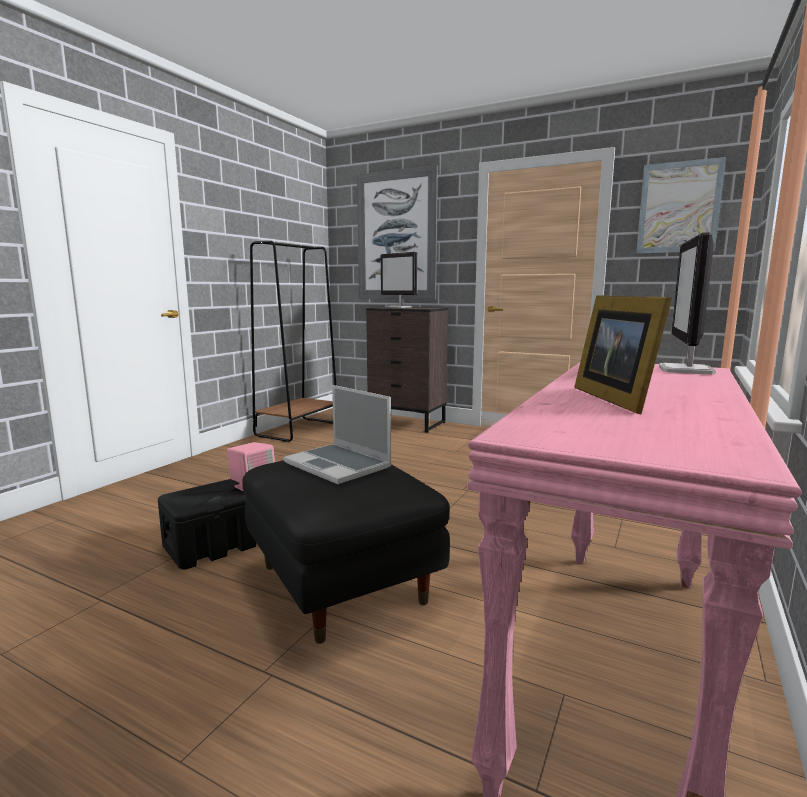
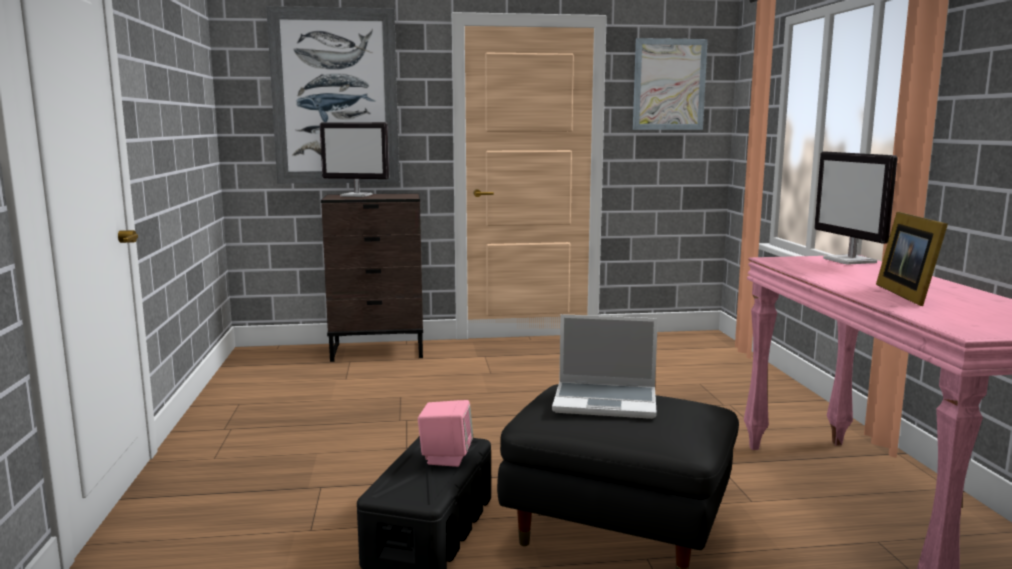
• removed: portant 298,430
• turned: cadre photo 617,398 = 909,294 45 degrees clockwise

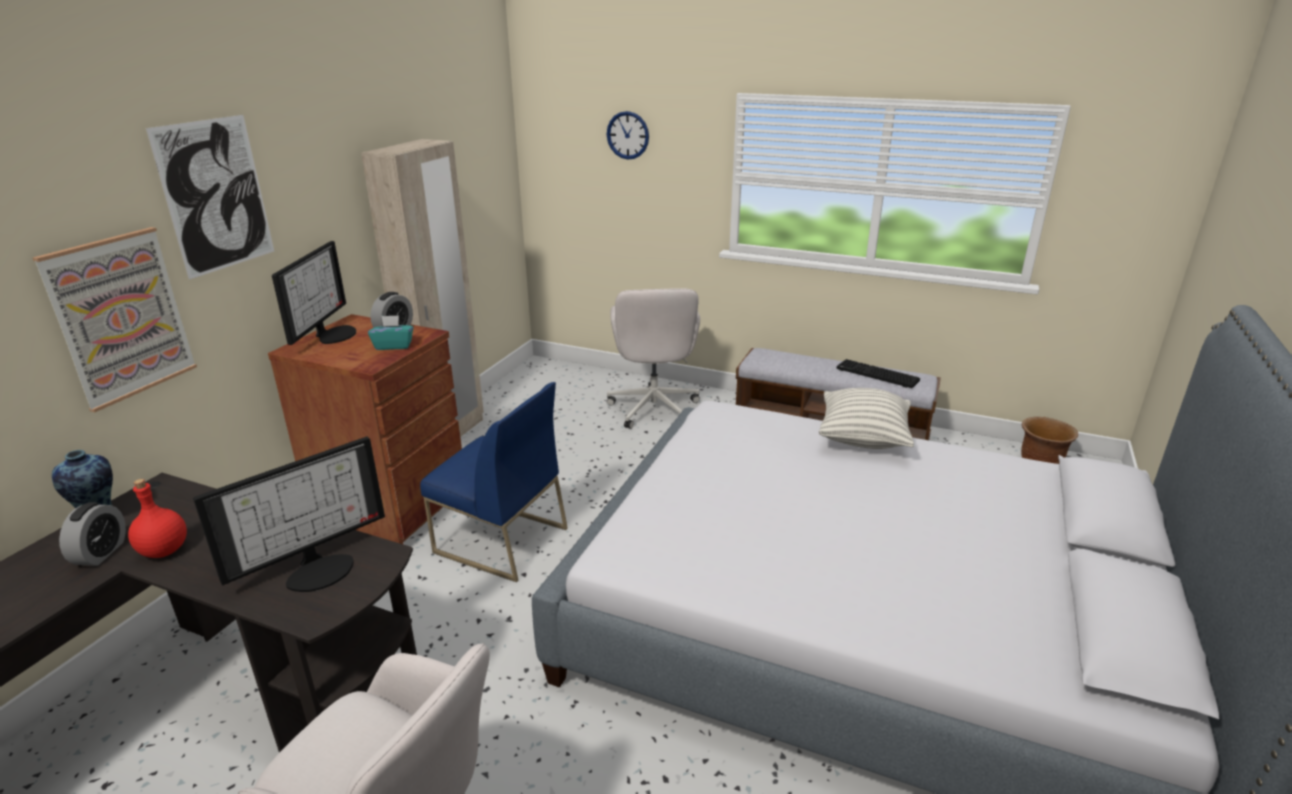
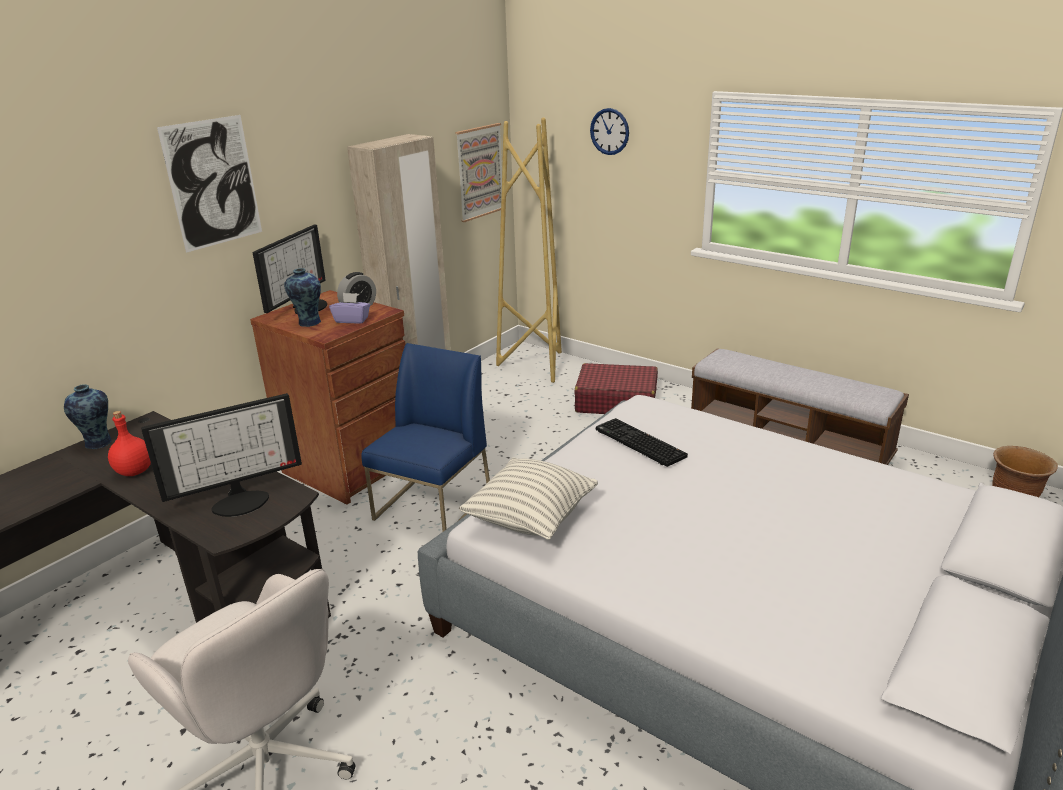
• moved: tableau 121,317 to 479,172
• removed: réveil 101,553
• recoloured: boîte à mouchoirs [turquoise] 393,346 to boîte à mouchoirs [violet] 352,320
• turned: chaise [bleu] 500,540 = 433,505 105 degrees counterclockwise
• replaced: chaise de bureau [blanc] 653,409 to valise [rouge] 616,401
• moved: coussin 863,439 to 530,519
• moved: clavier 876,375 to 638,443
• added: vase 308,323
• added: portant [jaune] 537,367

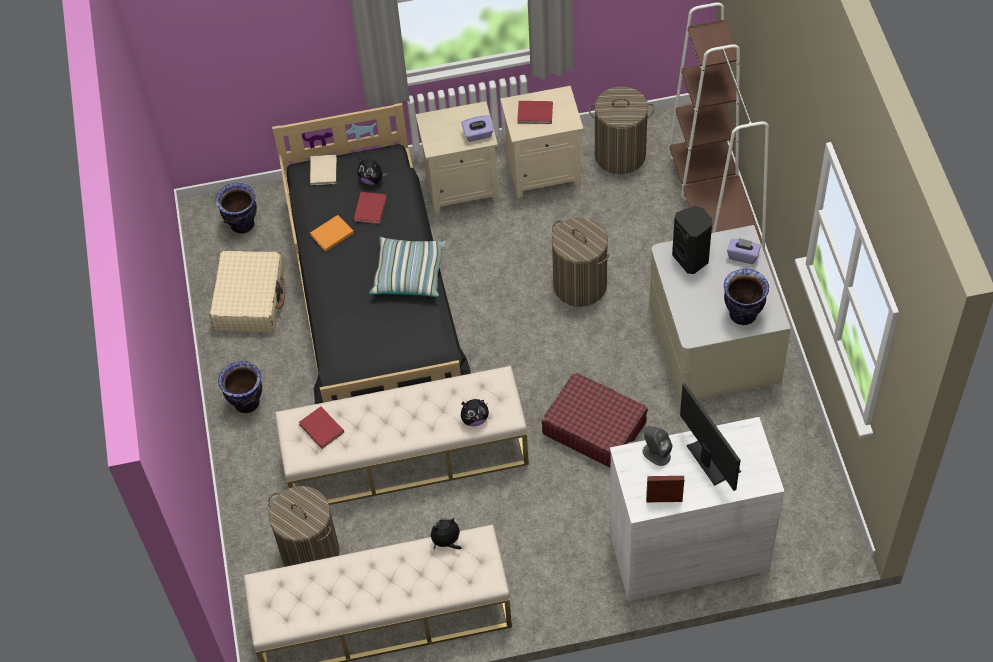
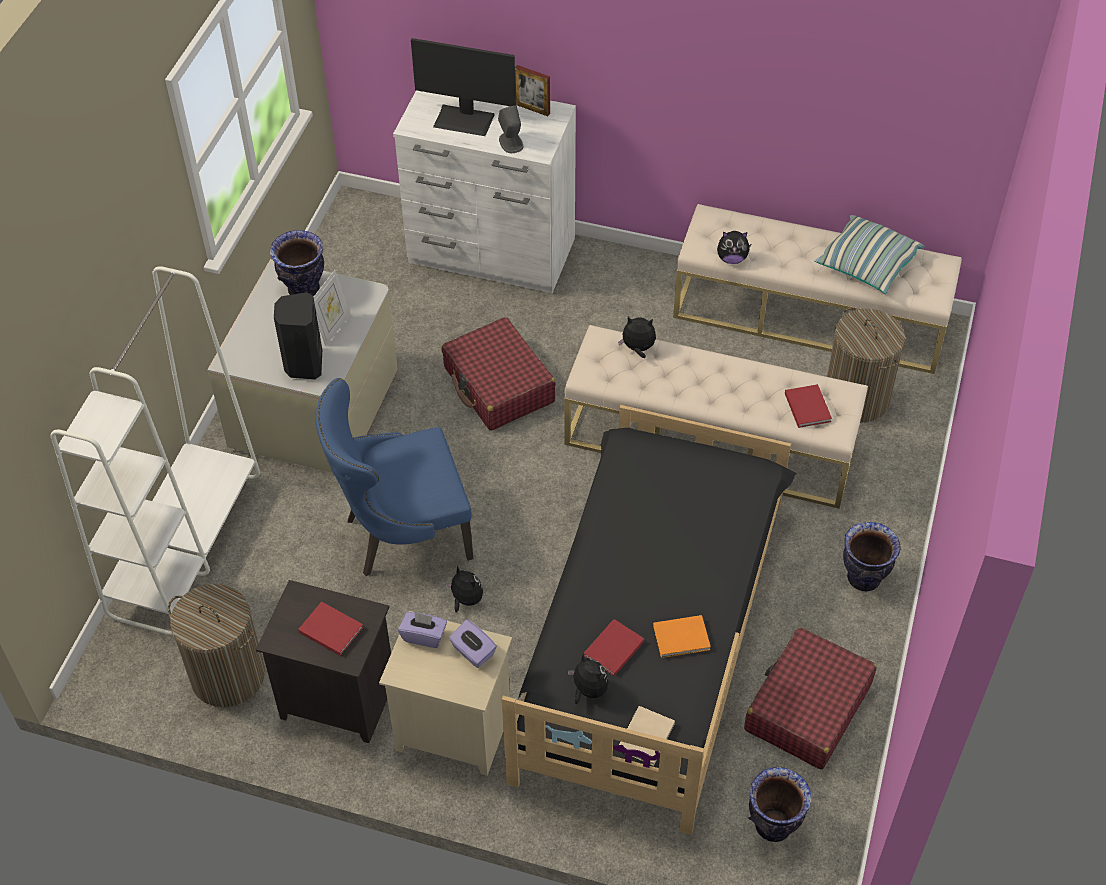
• recoloured: valise [beige] 250,299 to valise [rouge] 807,708
• moved: coussin 409,274 to 866,265
• recoloured: table de chevet [beige] 544,171 to table de chevet [noir] 336,700
• replaced: panier à linge 580,285 to chaise [bleu] 402,534
• recoloured: portant [marron] 714,212 to portant [blanc] 186,546
• turned: écran d'ordinateur 712,459 = 464,120 75 degrees counterclockwise
• moved: boîte à mouchoirs [violet] 743,256 to 473,652
• added: cadre photo 333,328
• added: peluche 465,600

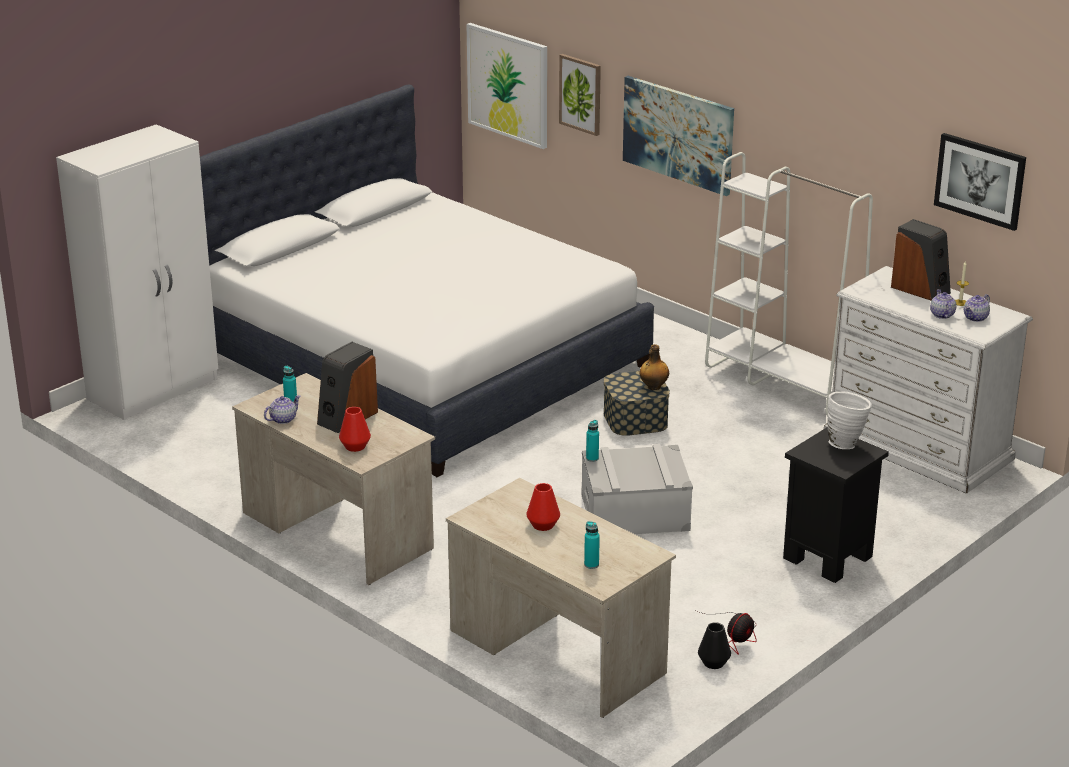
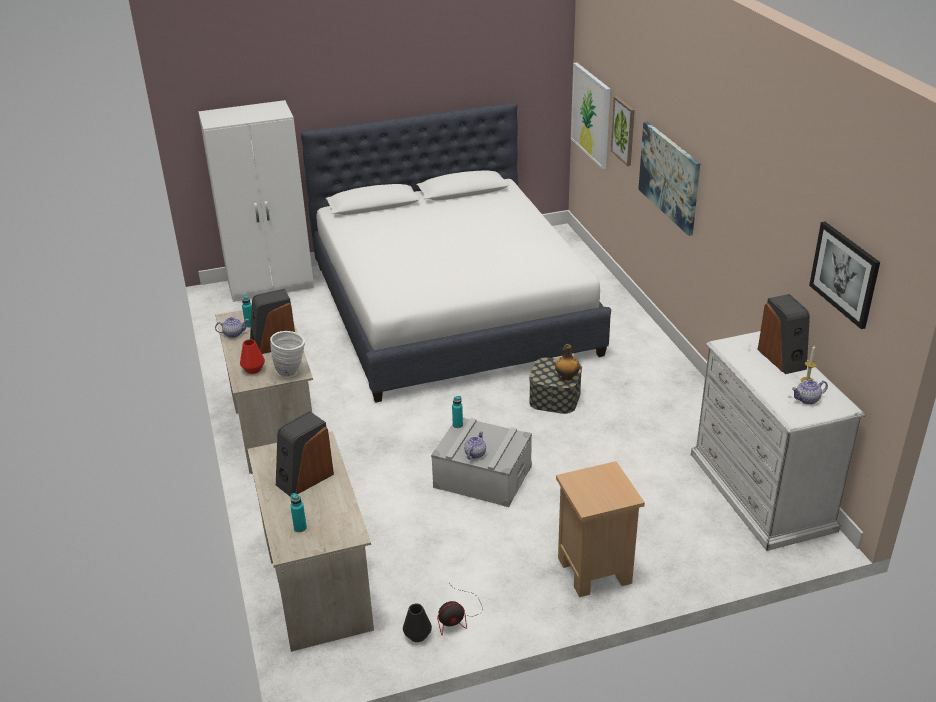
• replaced: vase [rouge] 543,525 to enceinte 304,478
• removed: portant [blanc] 782,384
• recoloured: table de chevet [noir] 826,557 to table de chevet [beige] 593,570
• moved: vase [blanc] 846,443 to 292,372
• moved: théière 941,314 to 475,454

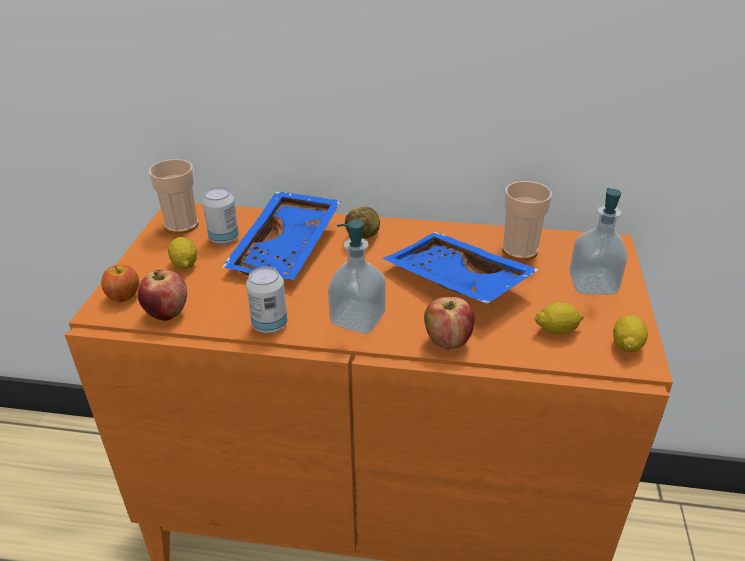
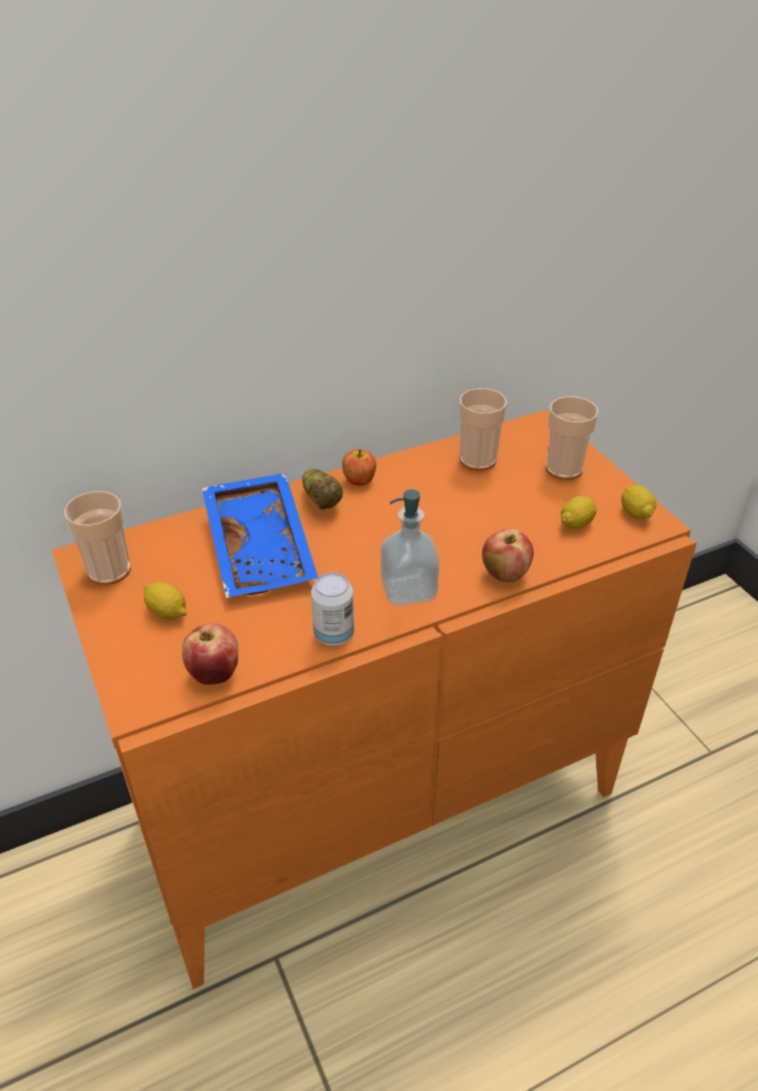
• moved: pomme 124,296 to 359,480
• removed: boîte métallique 224,239
• removed: plateau [bleu] 455,282
• replaced: distributeur de savon 592,284 to tasse 563,469

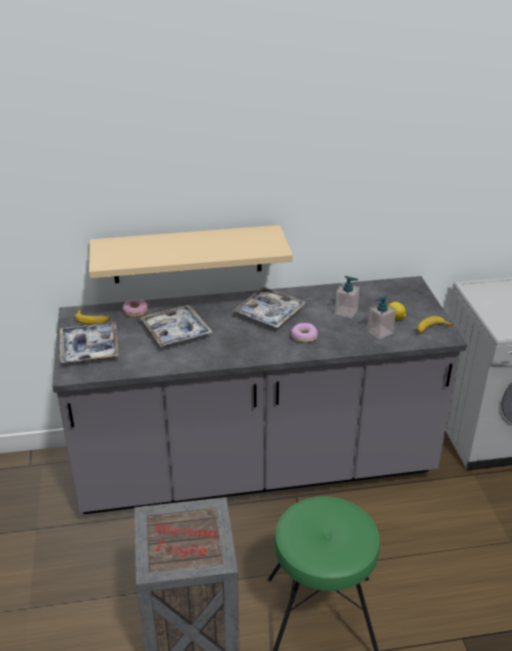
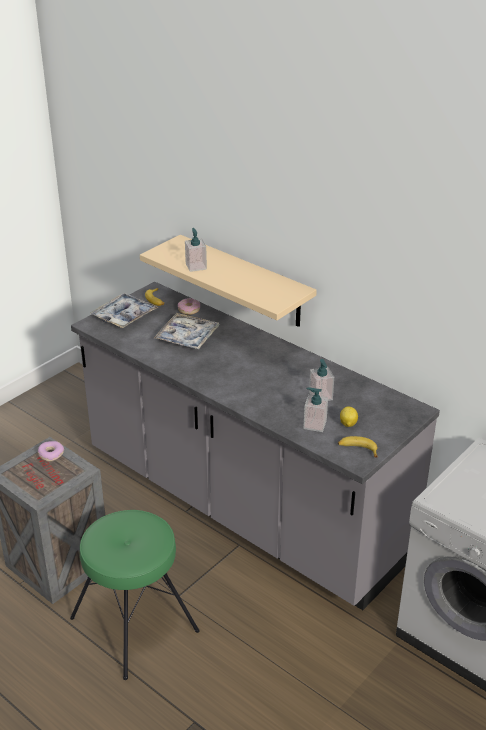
• removed: plateau 269,313
• moved: beignet 303,336 to 51,454
• added: distributeur de savon 196,266

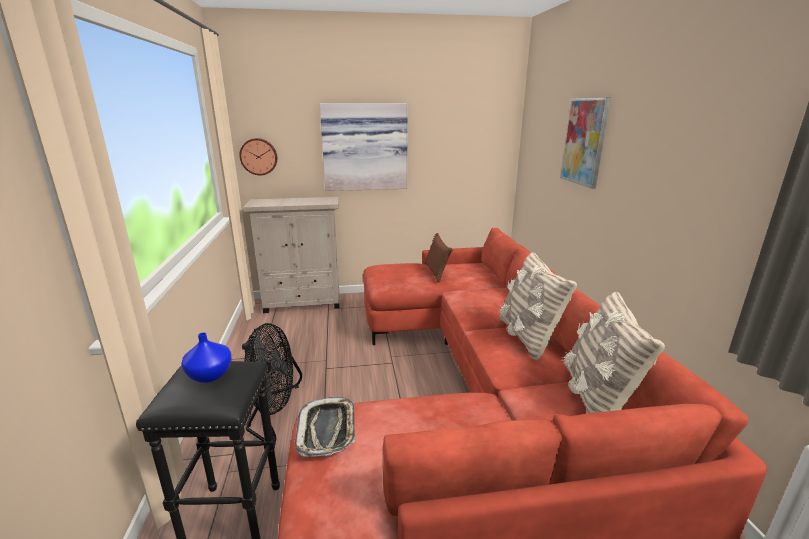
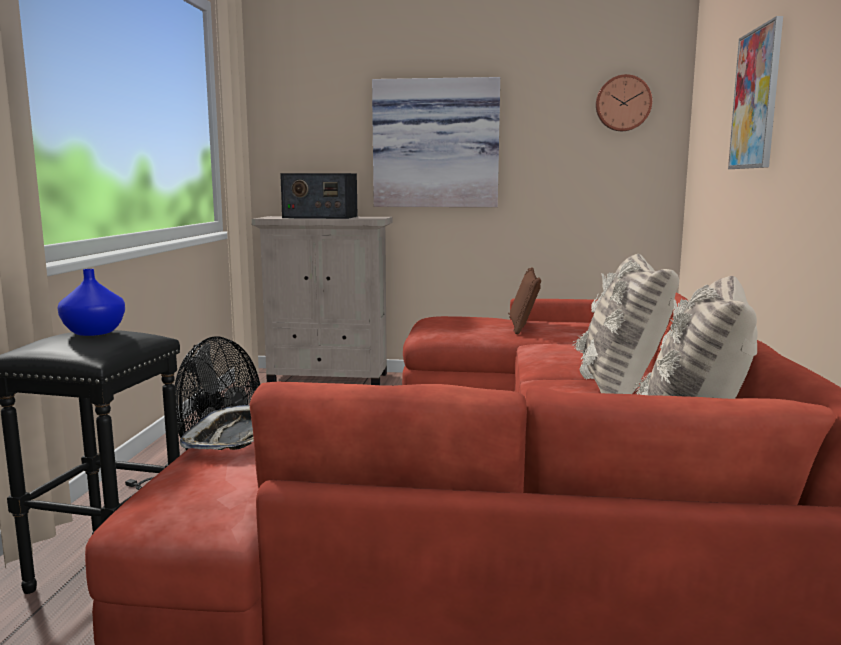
• moved: horloge murale 259,156 to 623,103
• added: radio 320,217

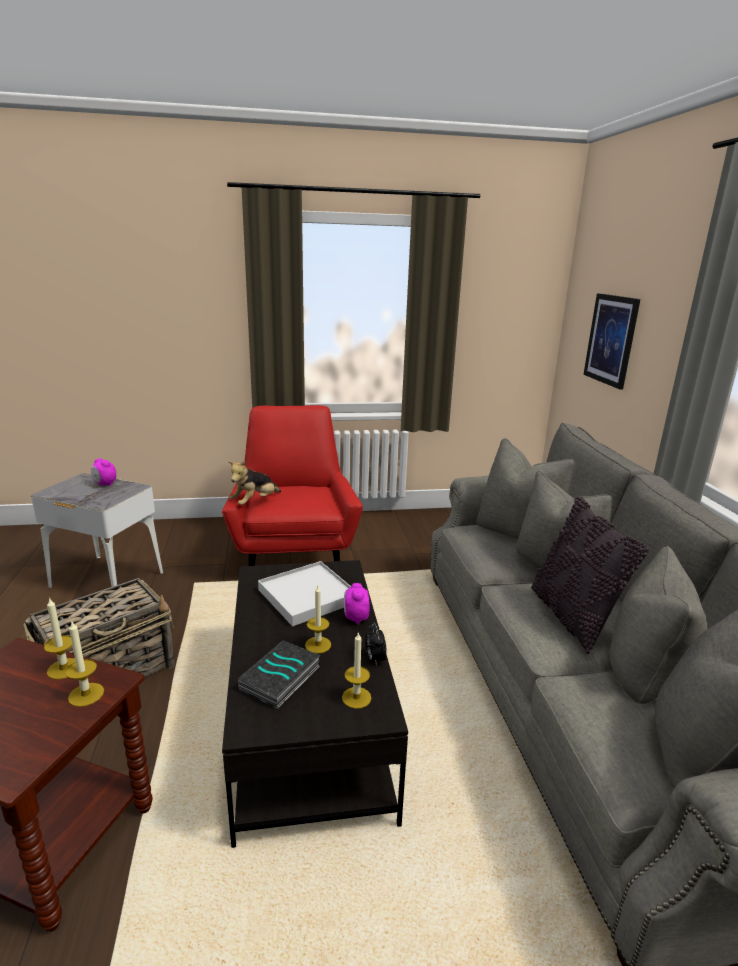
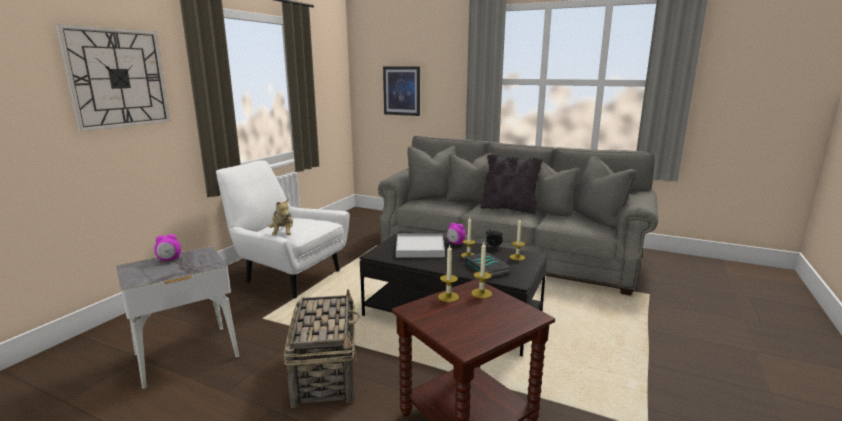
• recoloured: fauteuil [rouge] 294,554 to fauteuil [blanc] 287,276
• added: horloge murale 118,78

